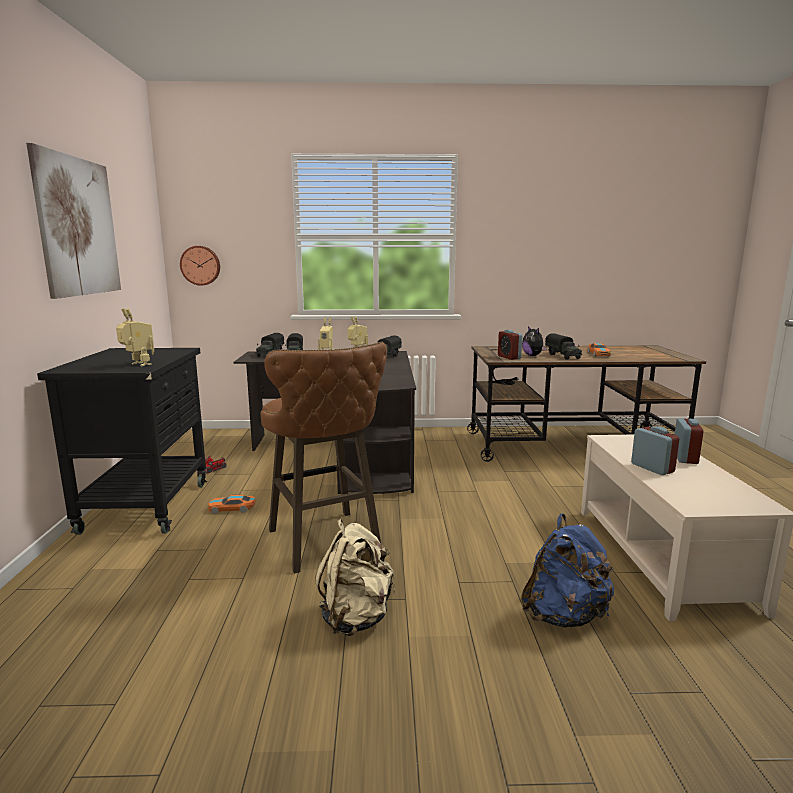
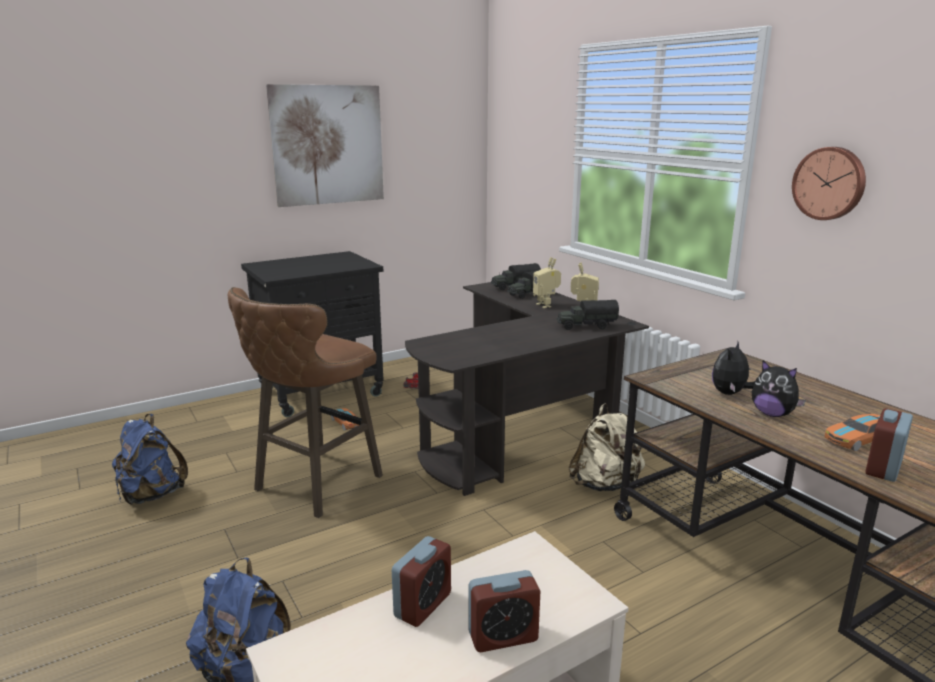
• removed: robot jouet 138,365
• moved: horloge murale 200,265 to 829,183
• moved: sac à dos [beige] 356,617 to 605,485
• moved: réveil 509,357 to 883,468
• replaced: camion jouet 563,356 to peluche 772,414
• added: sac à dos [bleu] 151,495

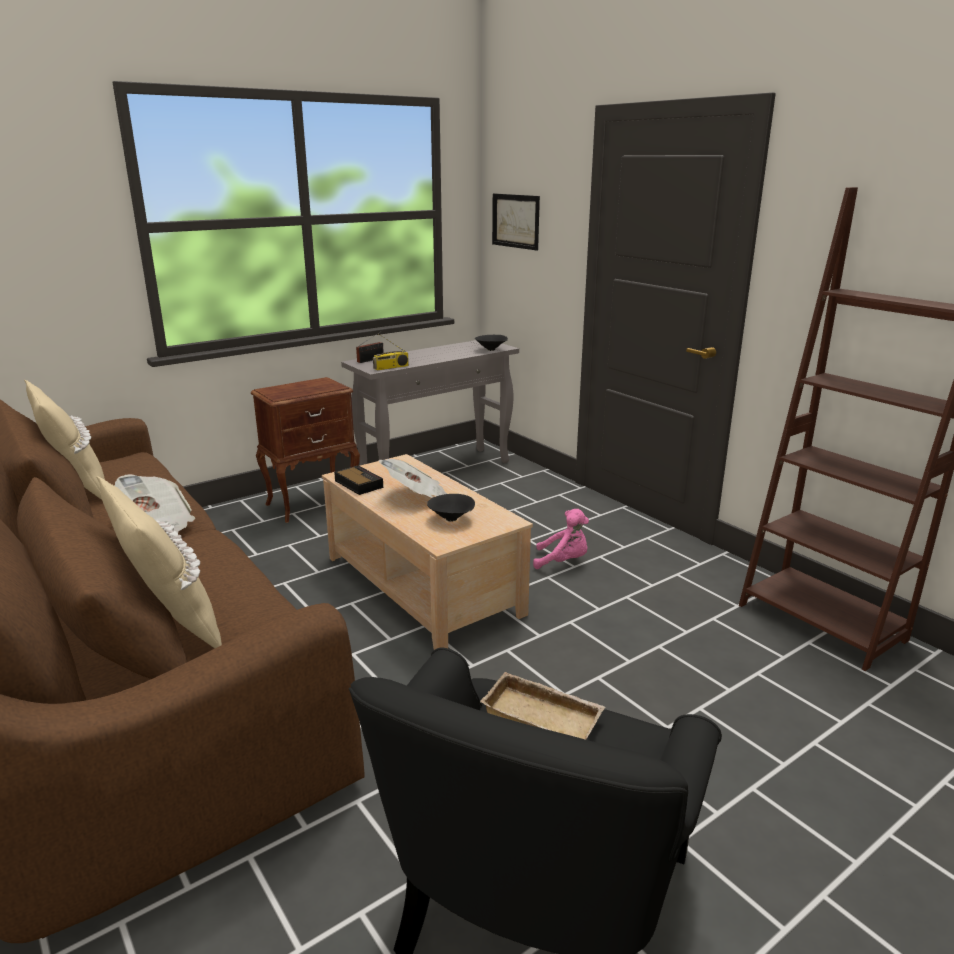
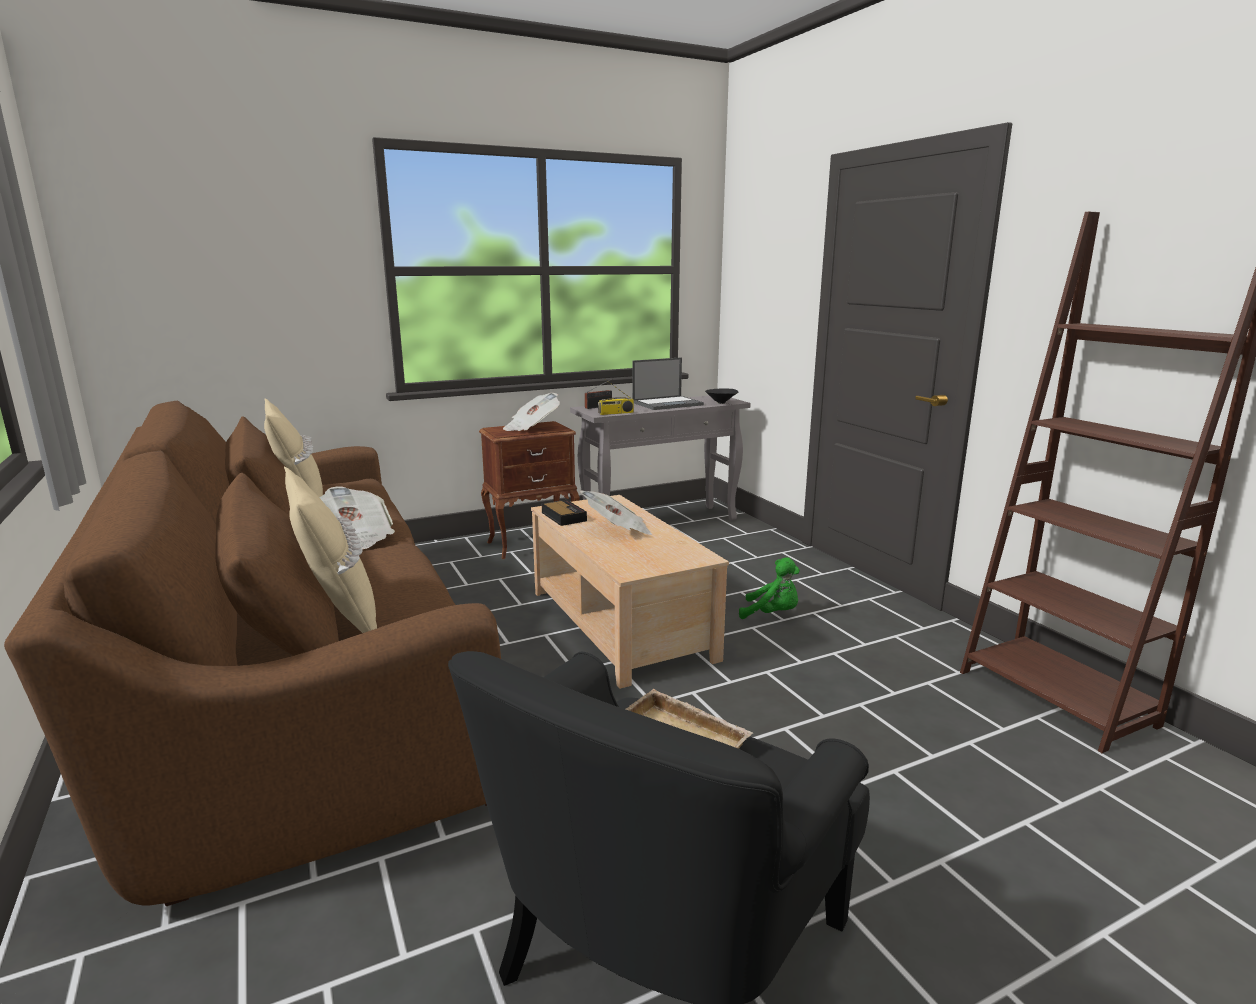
• removed: bol [noir] 452,519
• removed: tableau 515,221
• recoloured: peluche [rose] 563,561 to peluche [vert] 772,614
• added: journal 531,427
• added: ordinateur portable 668,403

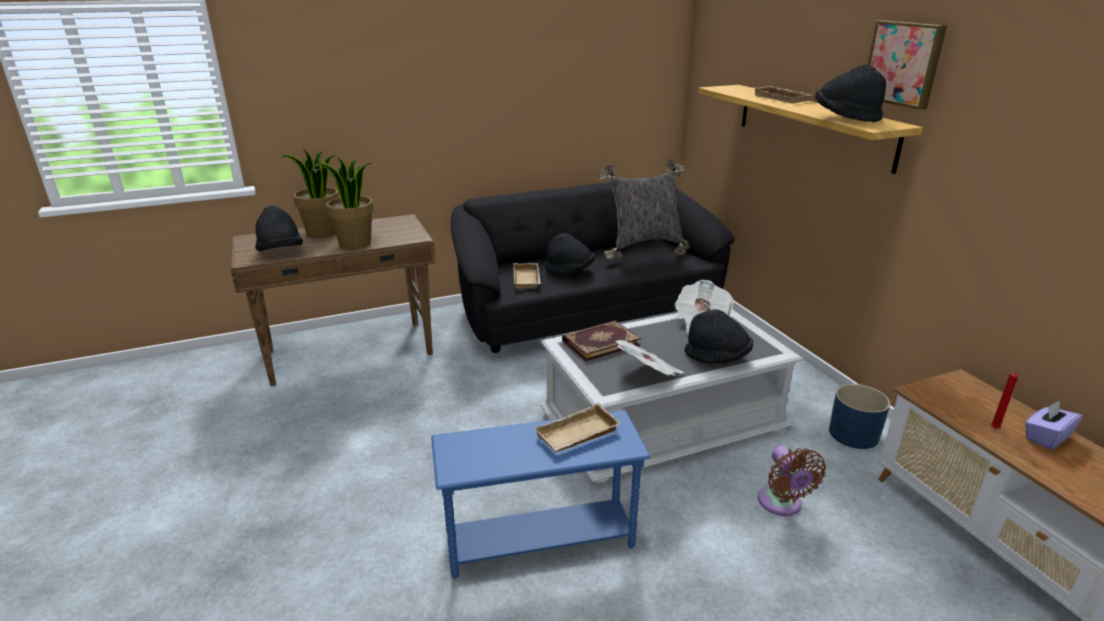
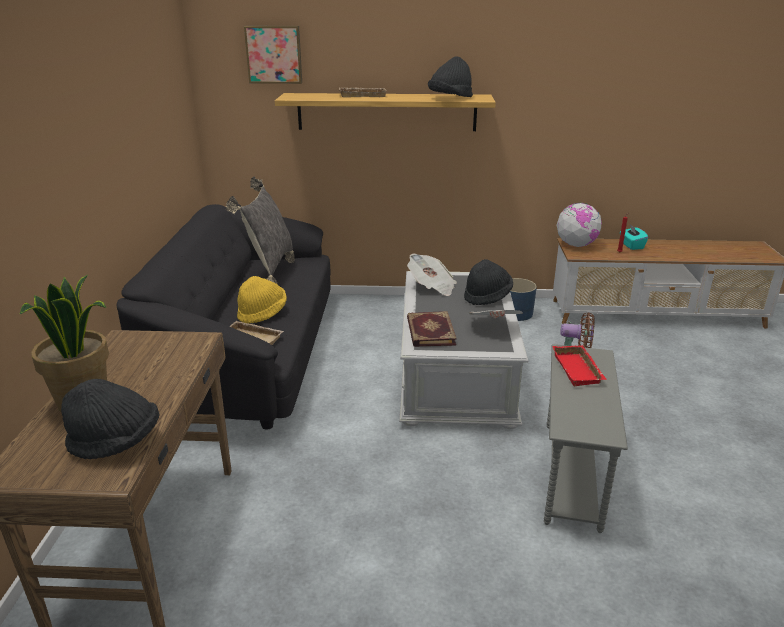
• removed: plante en pot 354,243
• recoloured: table d'appoint [bleu] 539,540 to table d'appoint [gris] 570,474
• recoloured: plateau [beige] 577,435 to plateau [rouge] 579,370
• recoloured: chapeau [noir] 569,271 to chapeau [jaune] 262,313
• moved: tableau 904,63 to 274,54
• recoloured: boîte à mouchoirs [violet] 1046,437 to boîte à mouchoirs [turquoise] 631,246
• added: globe 576,245

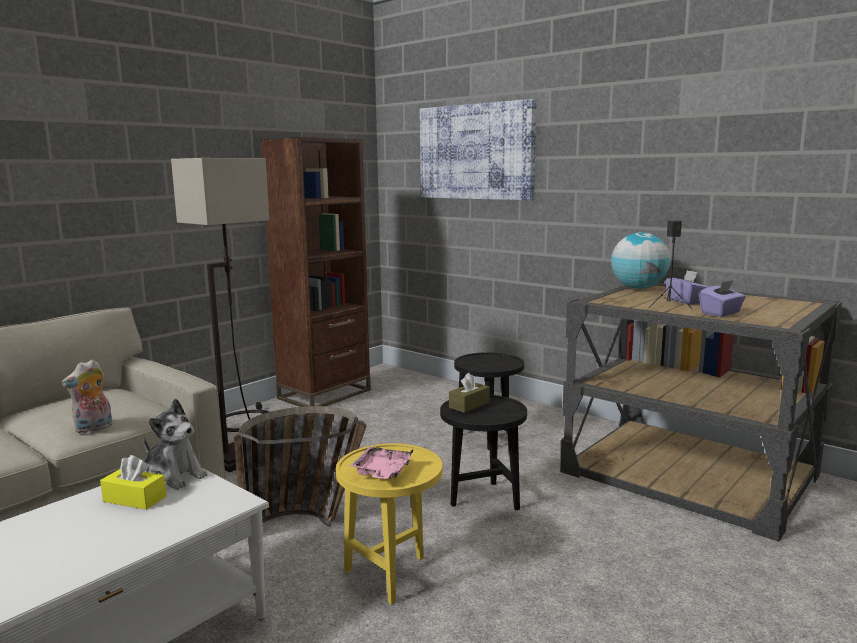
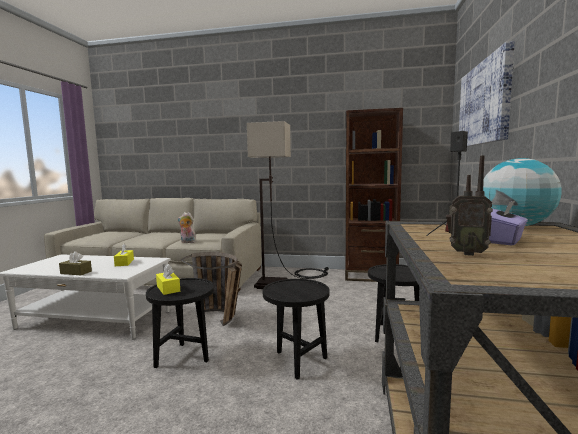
• removed: peluche 174,476
• recoloured: table d'appoint [jaune] 392,573 to table d'appoint [noir] 185,358
• replaced: plateau [rose] 382,472 to boîte à mouchoirs [jaune] 168,288
• moved: boîte à mouchoirs [marron] 469,405 to 76,272
• replaced: boîte à mouchoirs [violet] 721,313 to radio 465,253

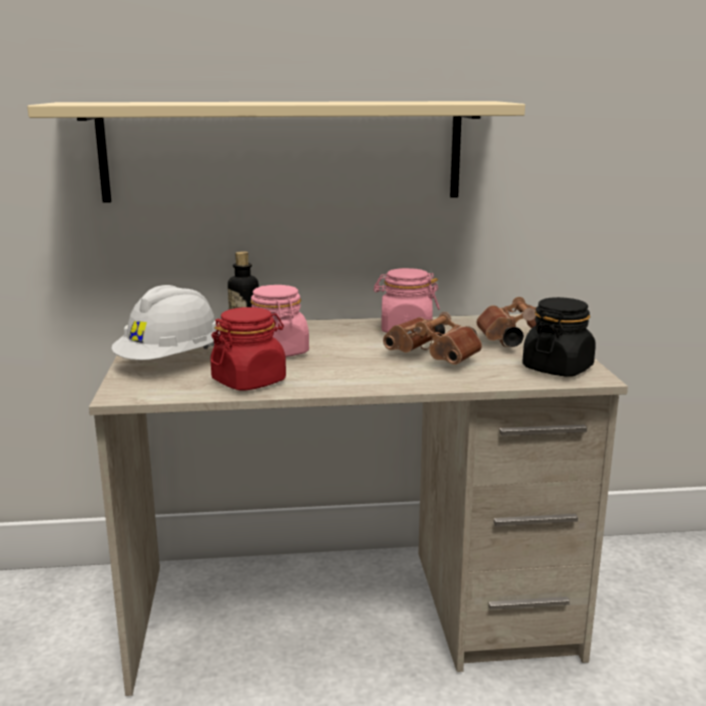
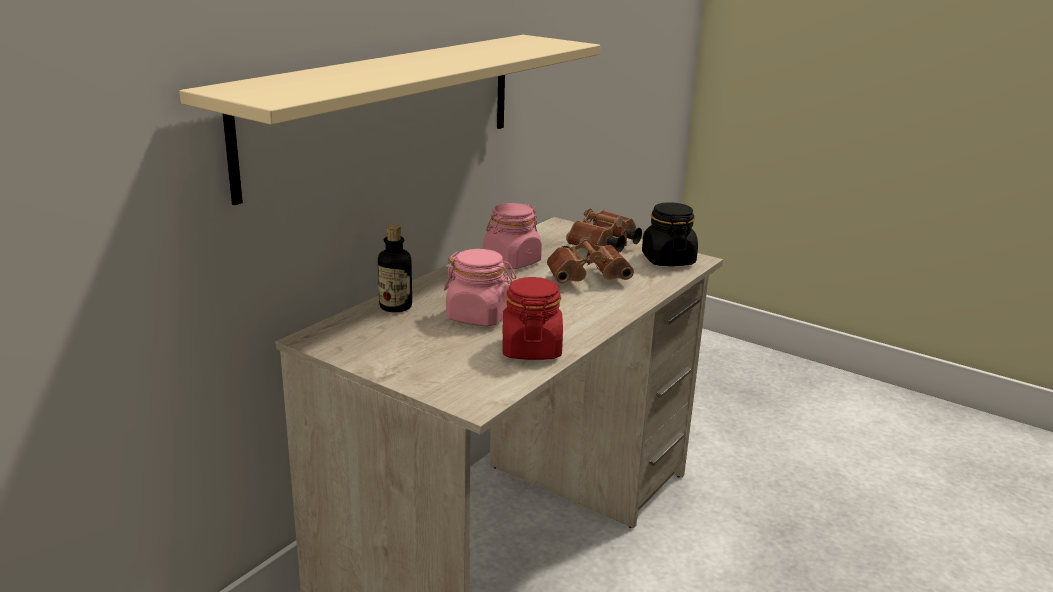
• removed: casque de chantier [blanc] 171,362

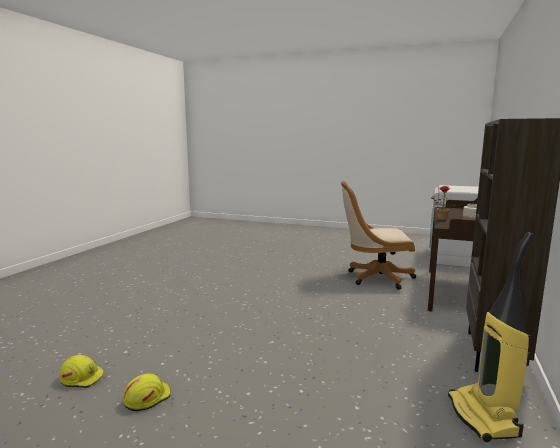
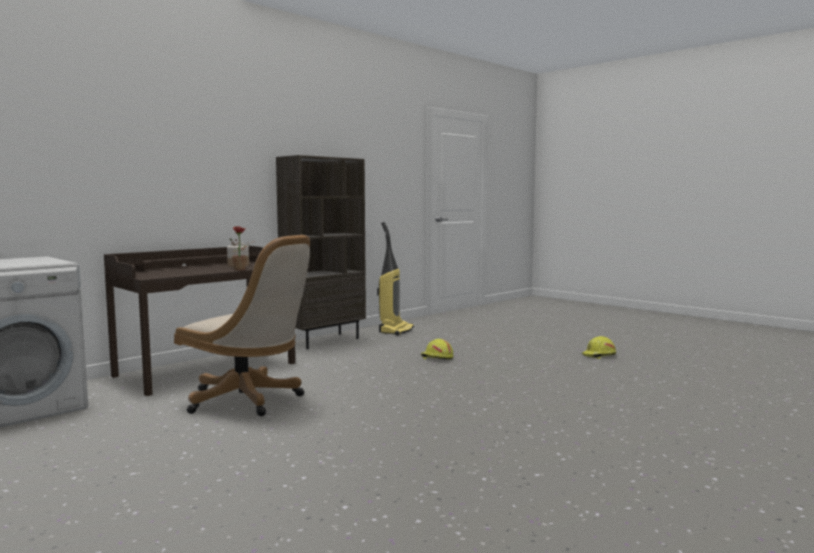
• moved: casque de chantier [jaune] 82,378 to 437,358

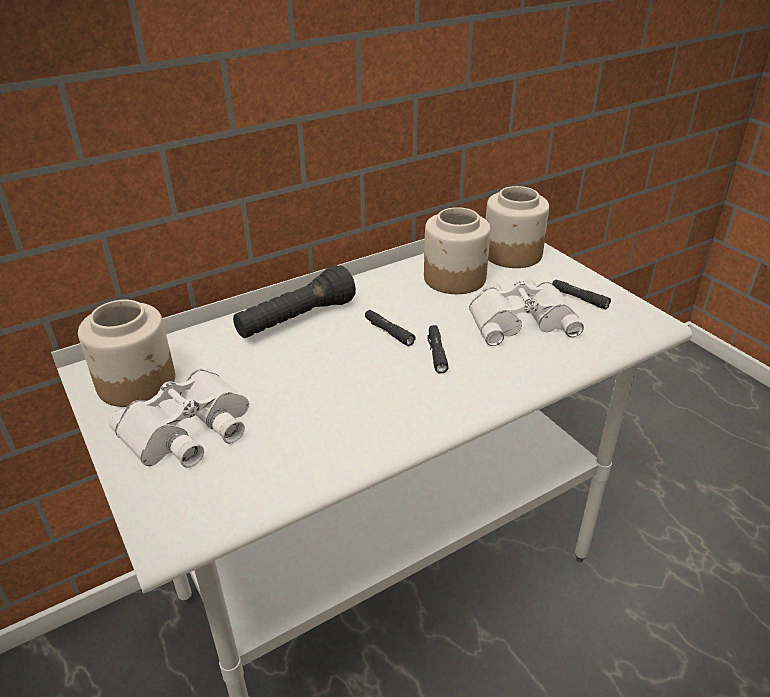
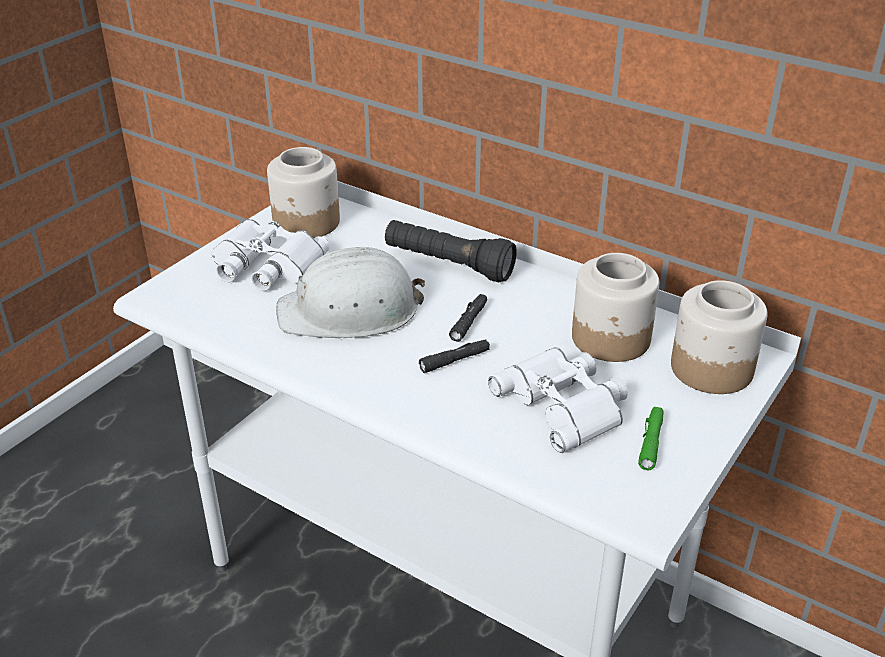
• recoloured: lampe de poche [noir] 579,298 to lampe de poche [vert] 650,442
• added: casque de chantier [blanc] 350,311

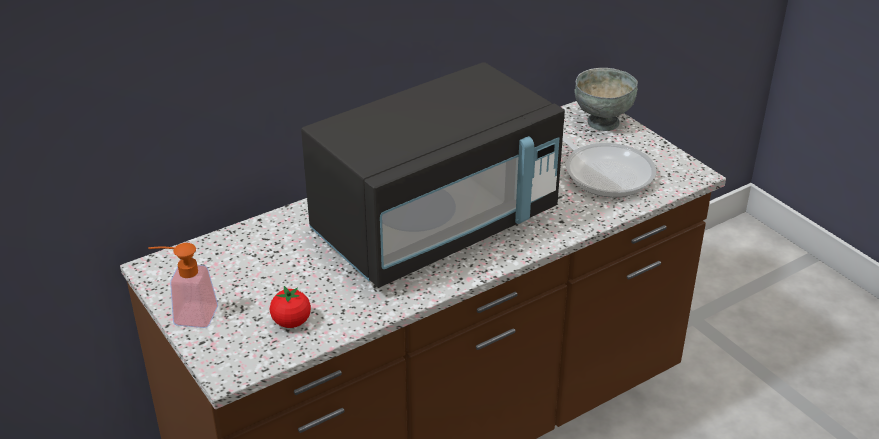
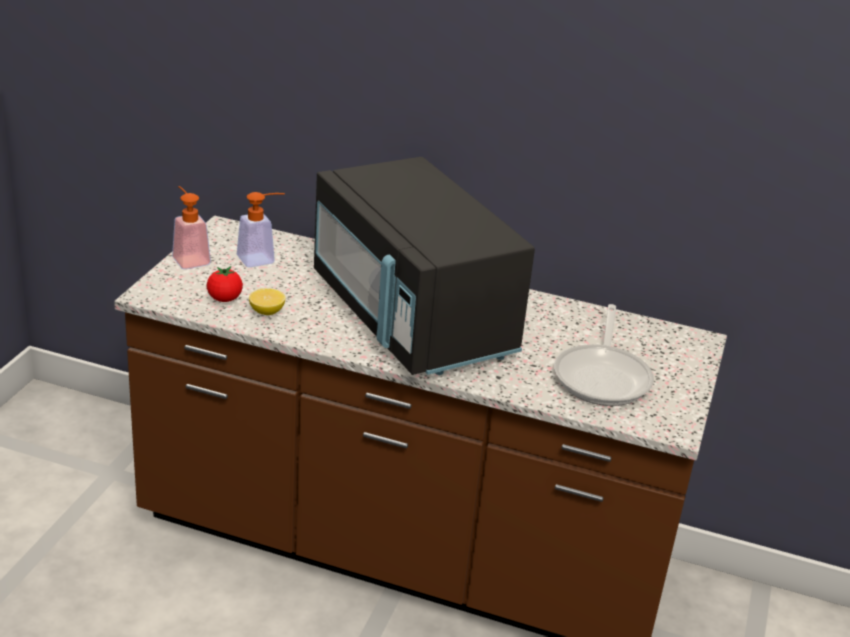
• turned: micro-ondes [noir] 436,226 = 412,319 45 degrees clockwise
• removed: bol [gris] 601,122
• added: distributeur de savon 262,258
• added: citron 266,312

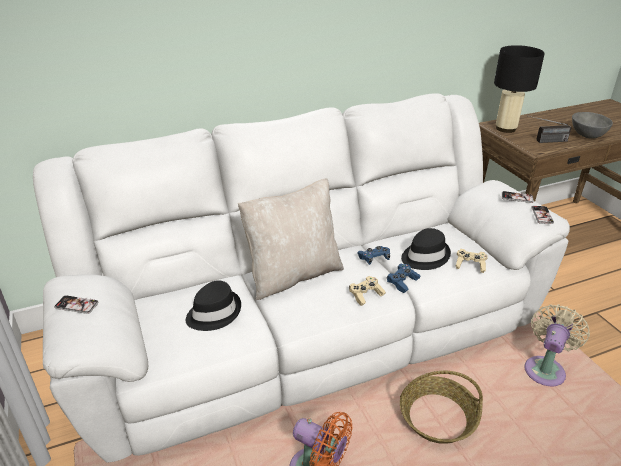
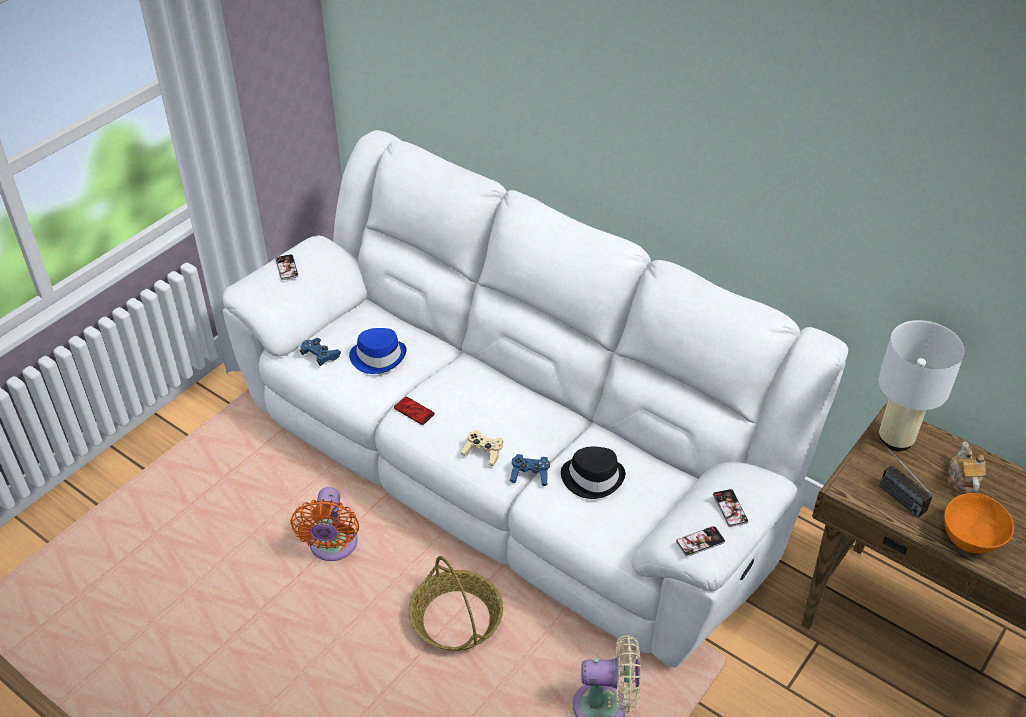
• recoloured: chapeau [noir] 213,313 to chapeau [bleu] 378,357
• removed: coussin [beige] 293,275
• moved: manette [bleu] 374,259 to 320,356
• removed: manette [beige] 470,265
• recoloured: lampe de table [noir] 506,129 to lampe de table [blanc] 895,439
• recoloured: bol [gris] 587,135 to bol [orange] 971,538
• added: téléphone 414,411
• added: théière 962,480

